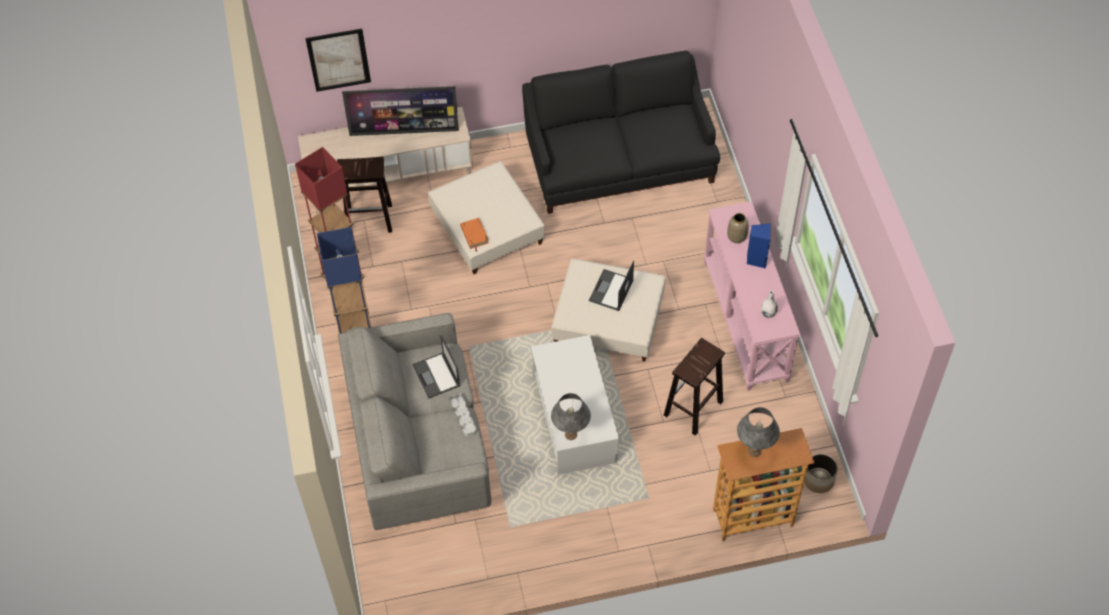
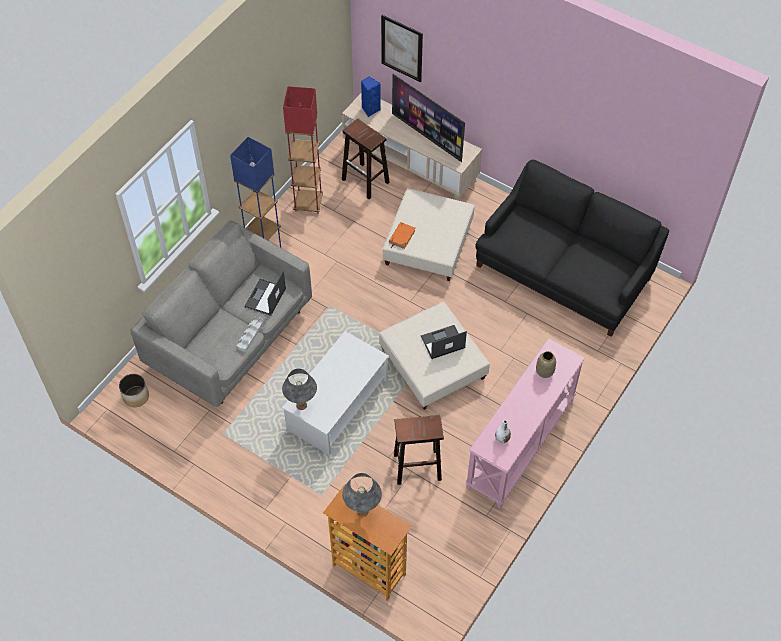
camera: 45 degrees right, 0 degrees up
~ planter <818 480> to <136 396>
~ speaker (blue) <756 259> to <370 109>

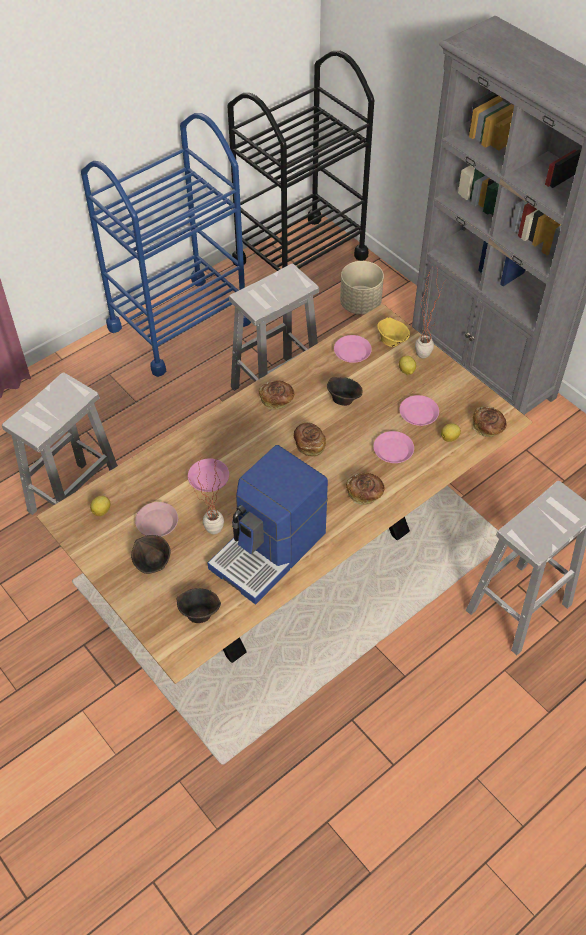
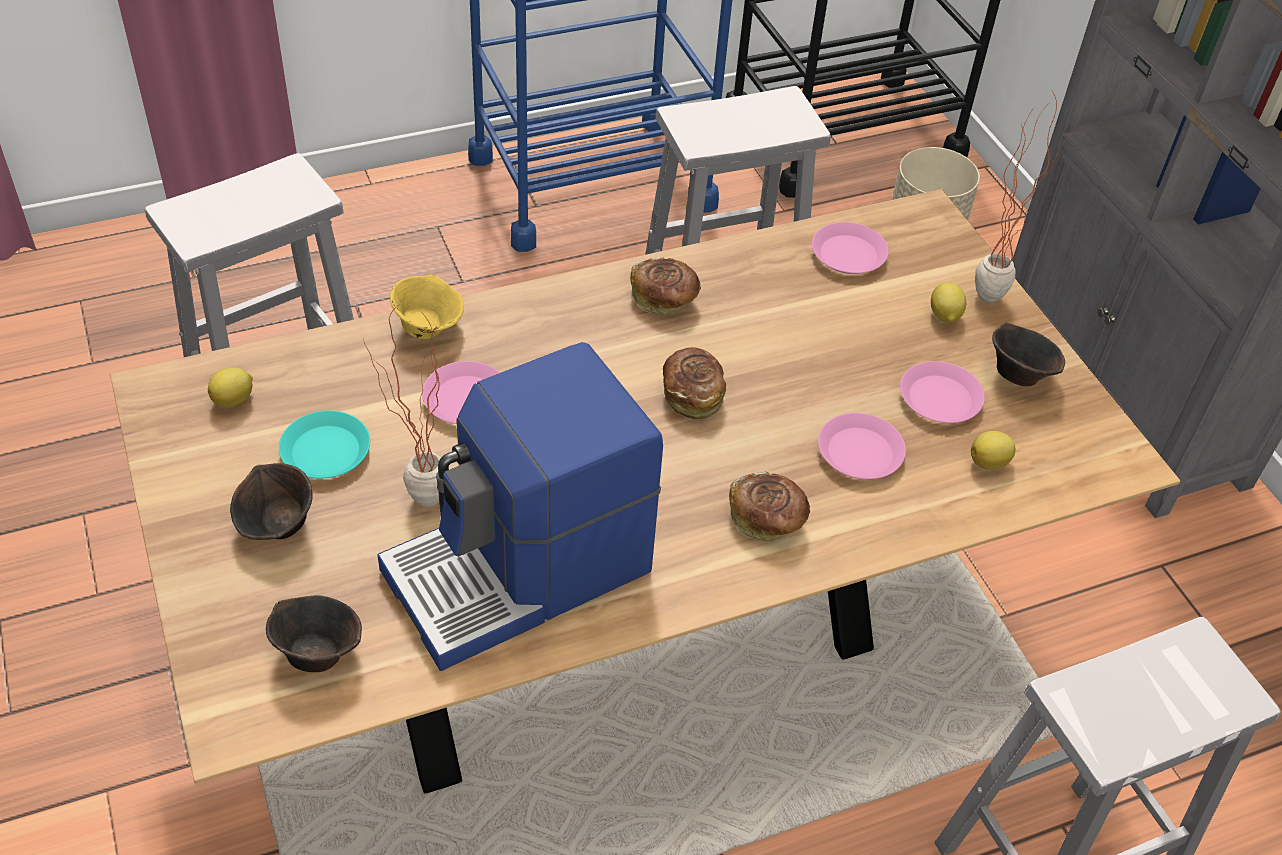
camera: 15 degrees right, 5 degrees down
~ plate (pink) <157 522> to plate (turquoise) <326 452>
~ bowl (yellow) <391 341> to <428 327>
~ bowl (brown) <343 399> to <1018 373>
- bread <488 428>

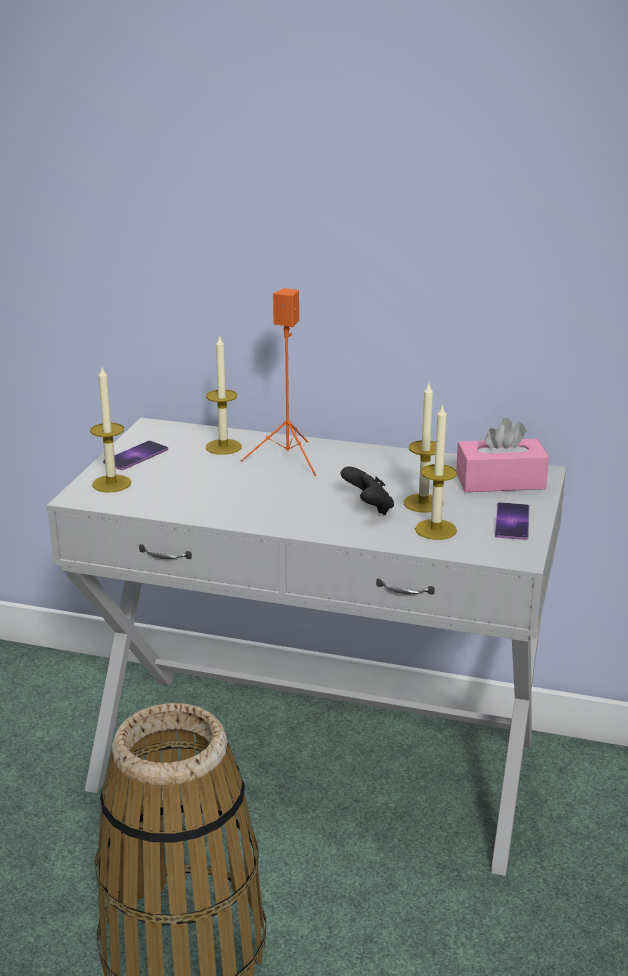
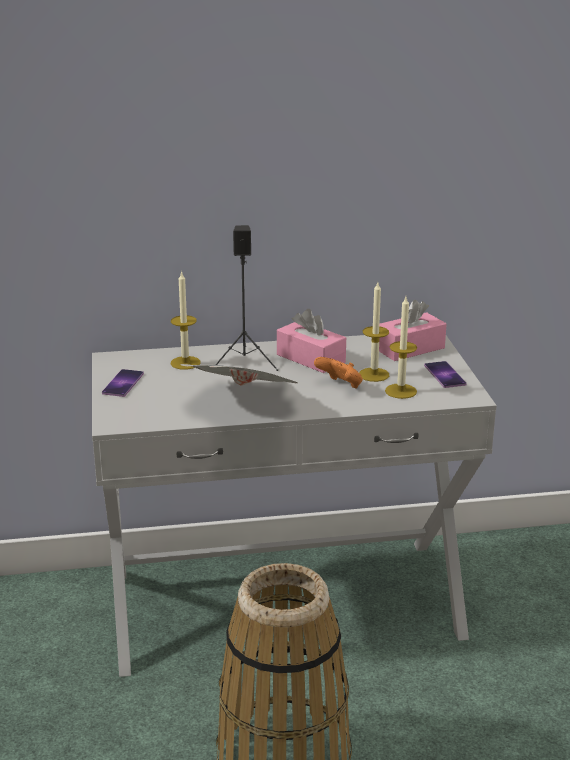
camera: 25 degrees left, 0 degrees up
+ newspaper <244 403>
~ speaker (orange) <288 459> to speaker (black) <245 362>
+ tissue box (pink) <310 358>
~ game controller (black) <368 508> to game controller (orange) <340 386>
- candle <111 483>

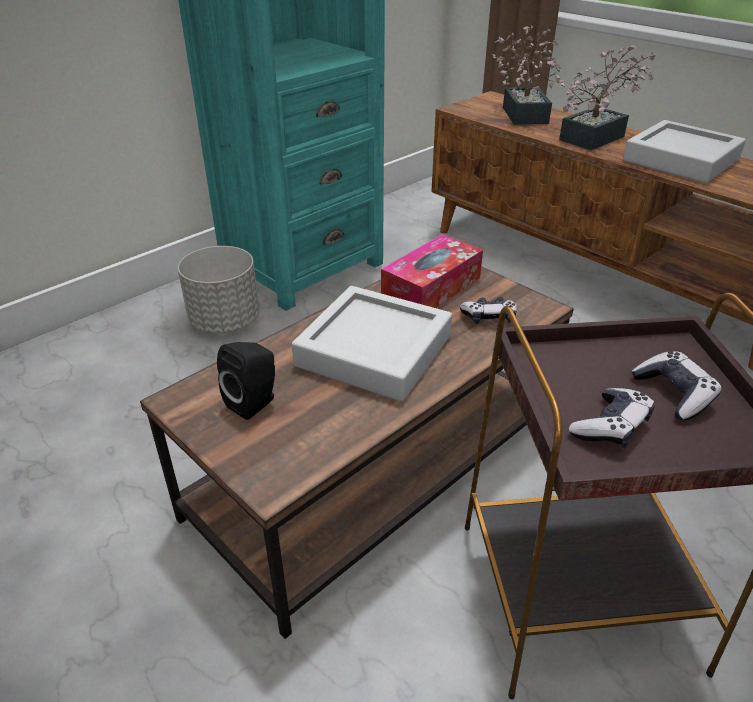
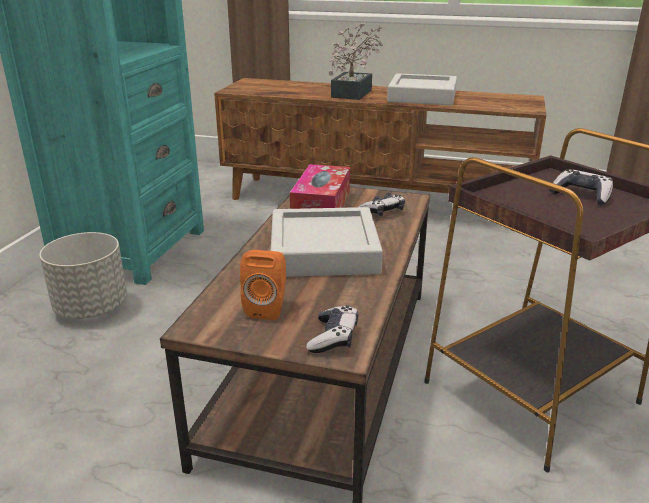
camera: 30 degrees left, 10 degrees down
~ speaker (black) <255 402> to speaker (orange) <267 308>
~ game controller <610 427> to <333 338>
- potted plant <524 113>

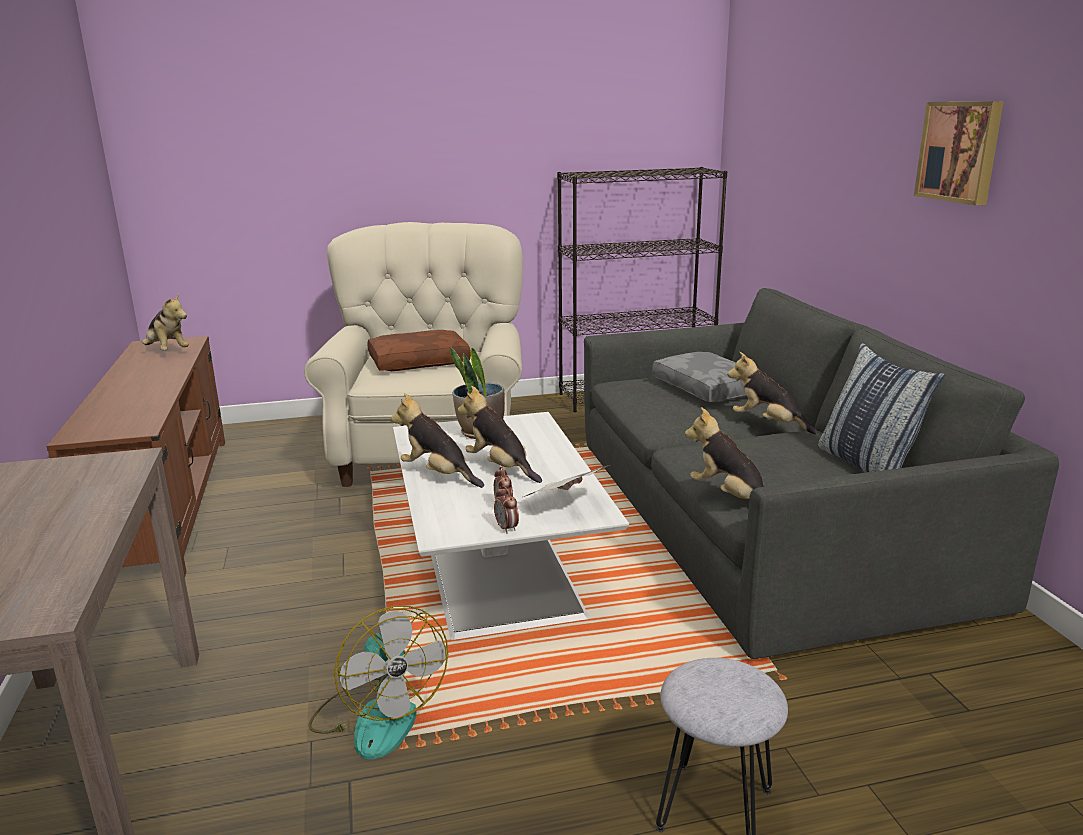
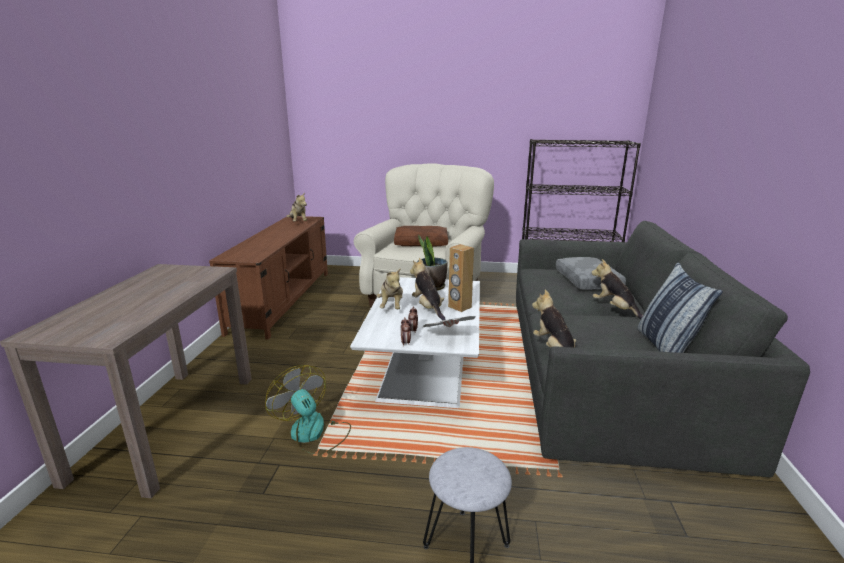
camera: 20 degrees right, 0 degrees up
~ fan <378 716> = <313 434> 150 degrees clockwise
~ plush toy <438 475> = <391 306> 150 degrees counterclockwise
+ speaker (brown) <459 307>
- picture <960 151>

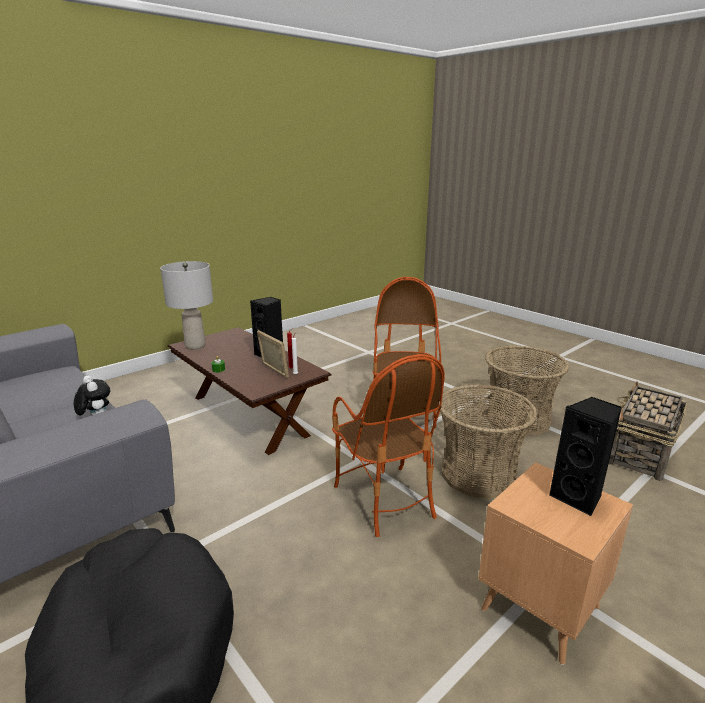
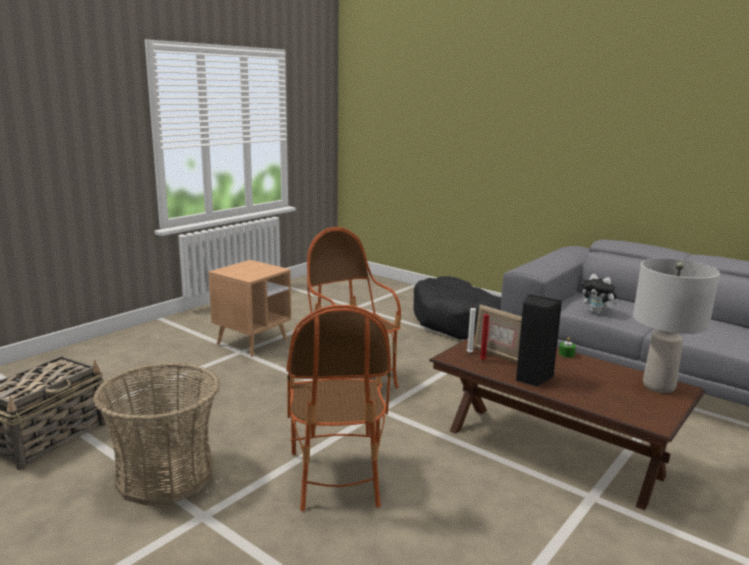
camera: 170 degrees right, 5 degrees down
- basket <478 474>
- speaker (black) <578 498>

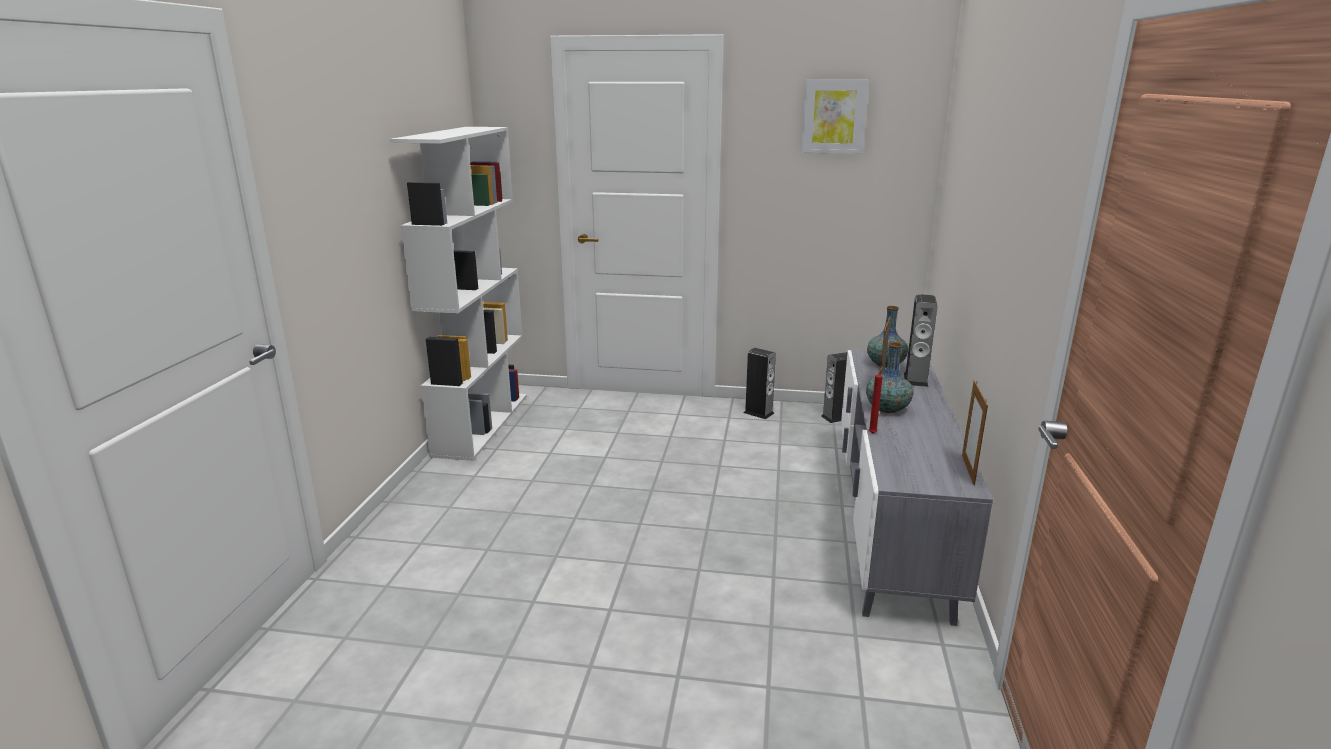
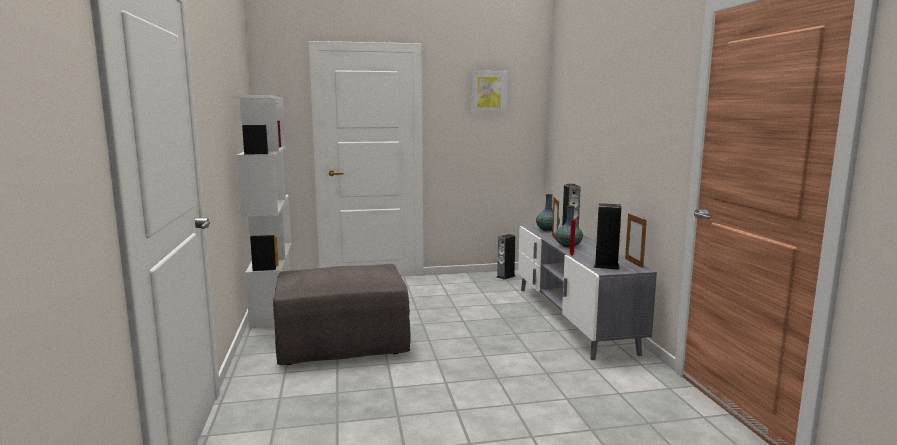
camera: 20 degrees left, 10 degrees down
+ ottoman (grey) <343 341>
~ speaker <758 413> to <606 266>

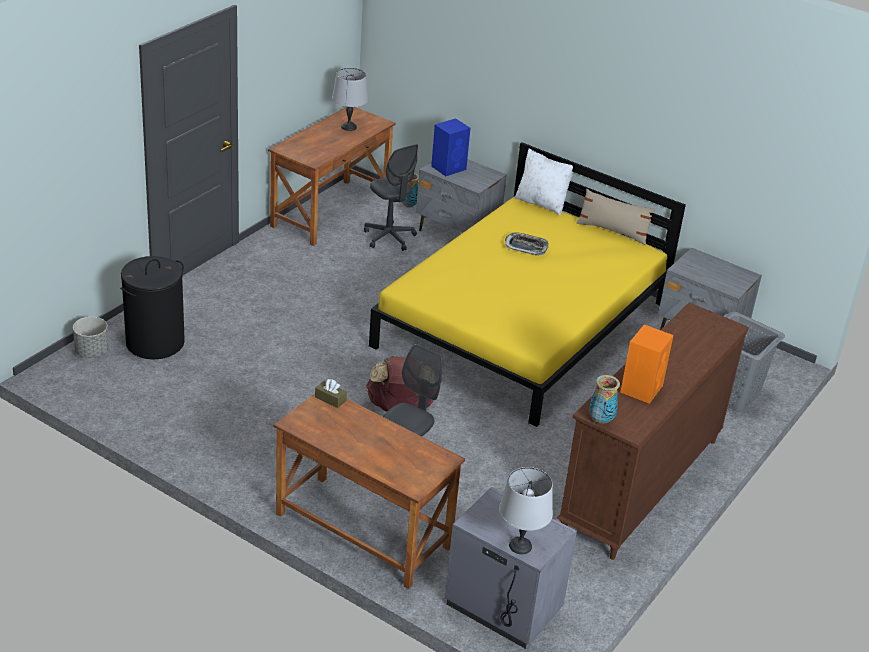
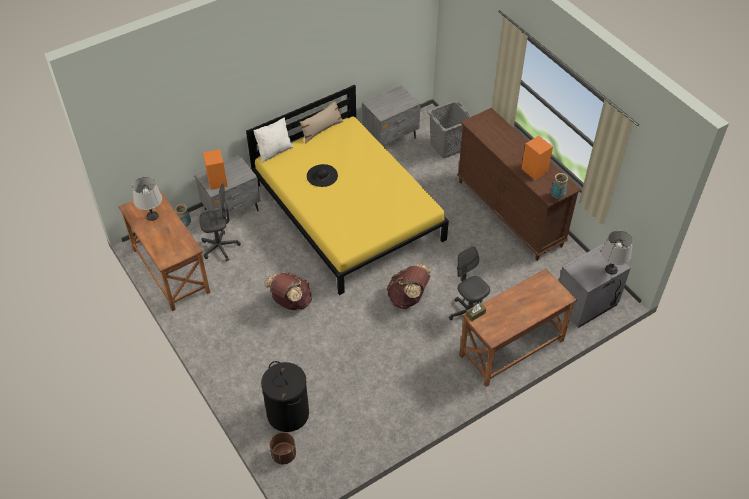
camera: 65 degrees left, 15 degrees up
~ speaker (blue) <449 167> to speaker (orange) <217 181>
+ backpack (brown) <290 302>
~ planter (grey) <92 352> to planter (brown) <284 455>
~ tray <526 247> to hat (black) <322 175>

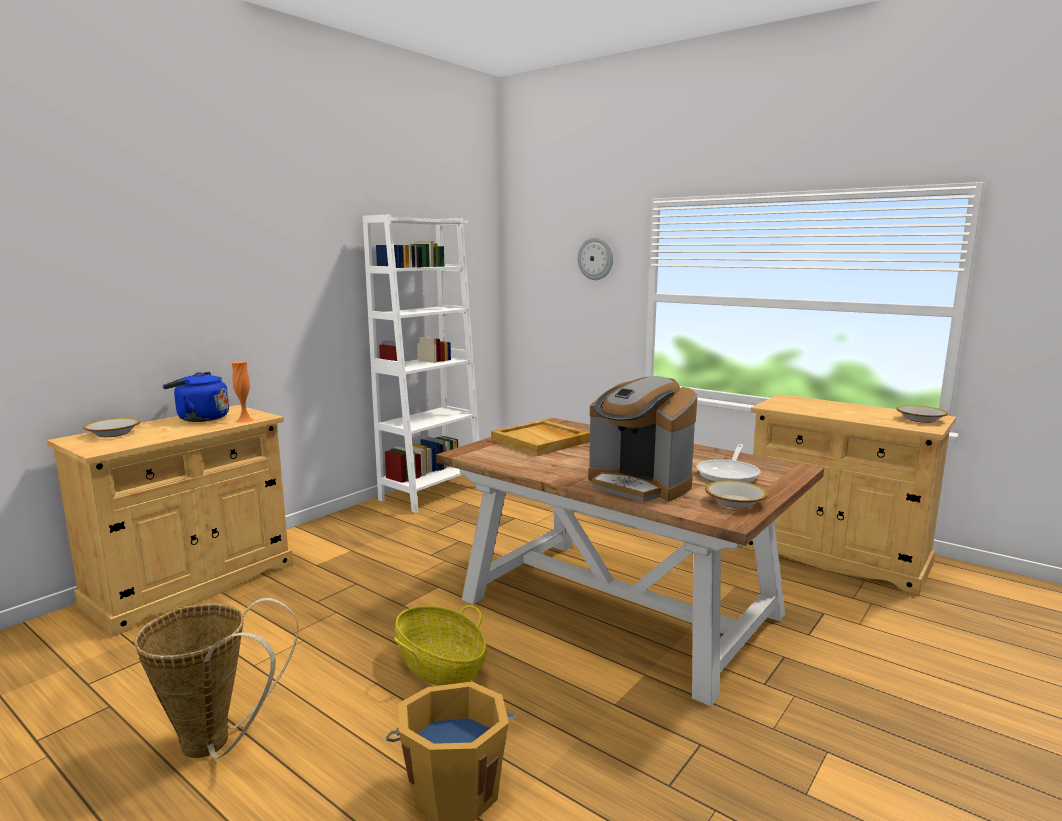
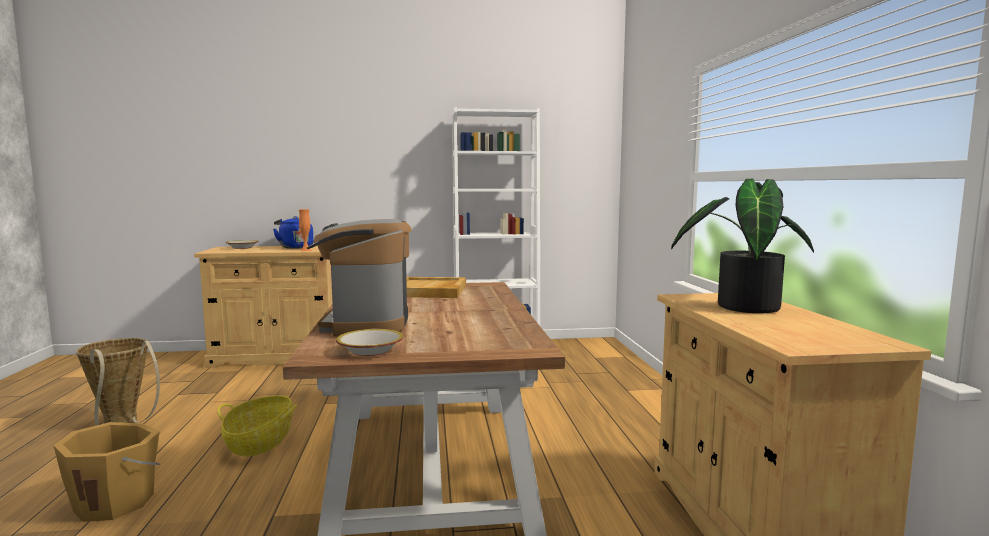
camera: 45 degrees right, 5 degrees down
+ potted plant <741 306>
- wall clock <596 258>
- frying pan <729 474>
- bowl <920 419>

